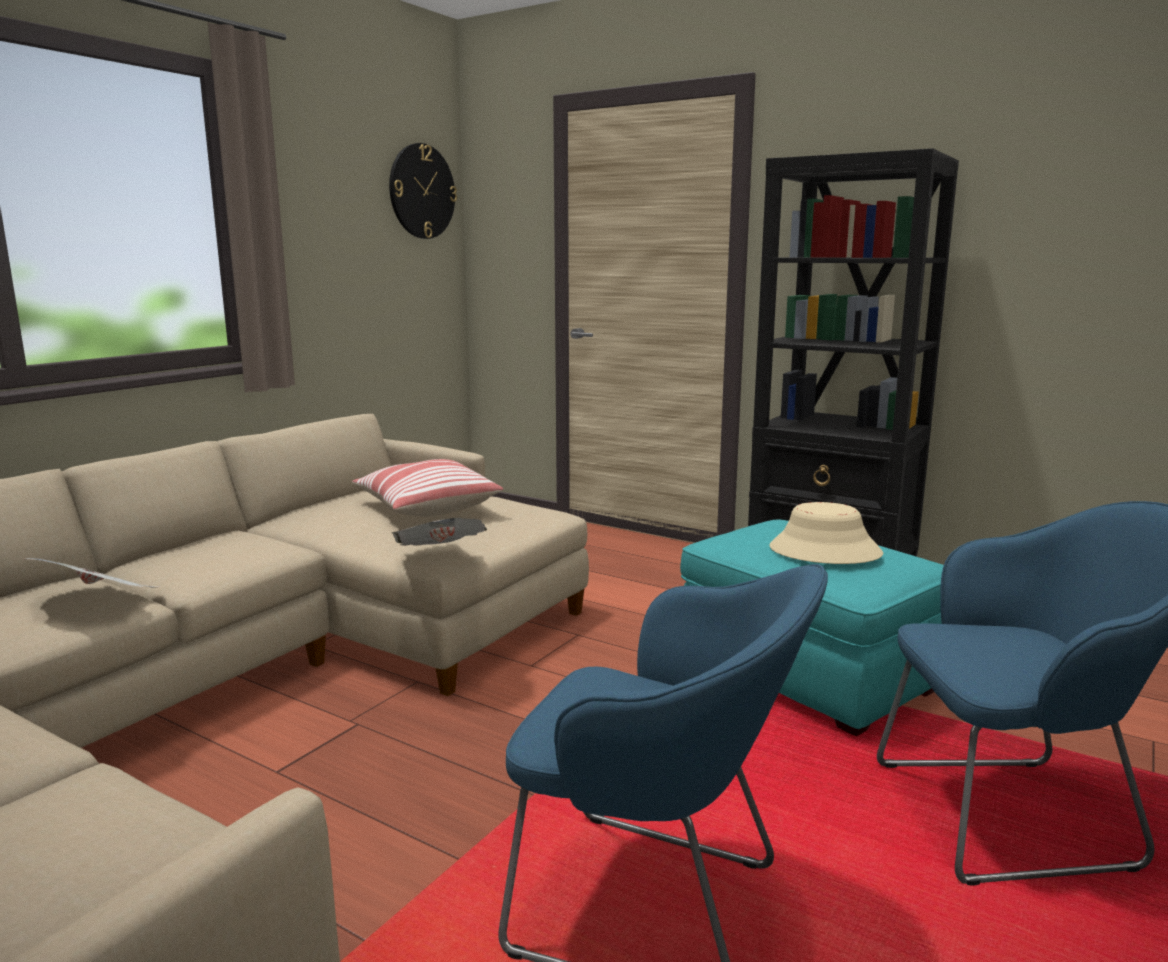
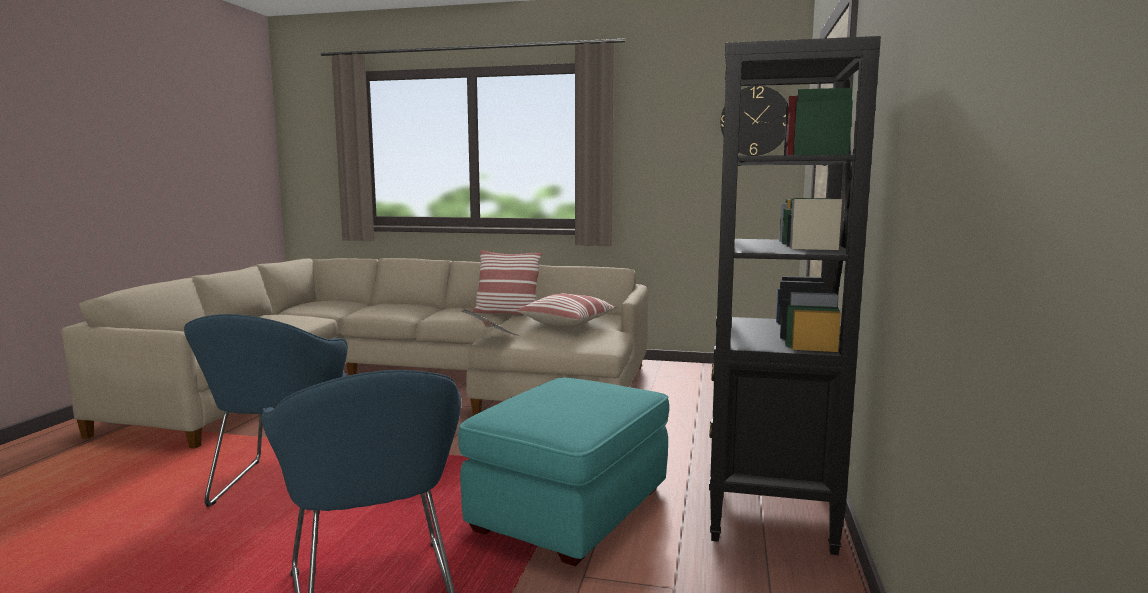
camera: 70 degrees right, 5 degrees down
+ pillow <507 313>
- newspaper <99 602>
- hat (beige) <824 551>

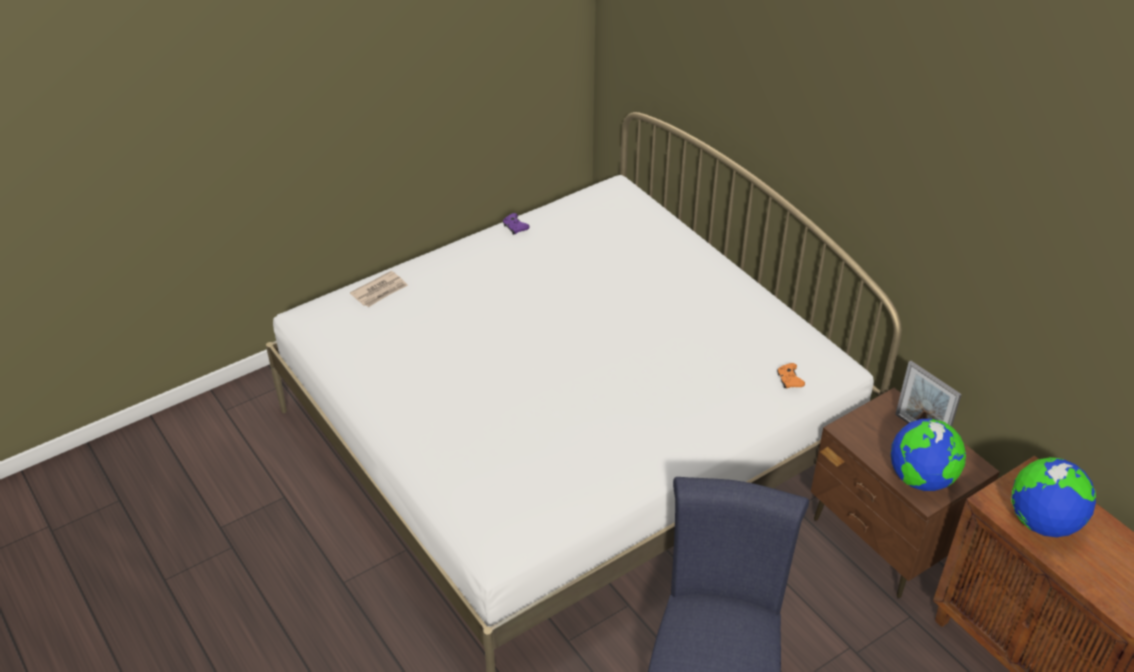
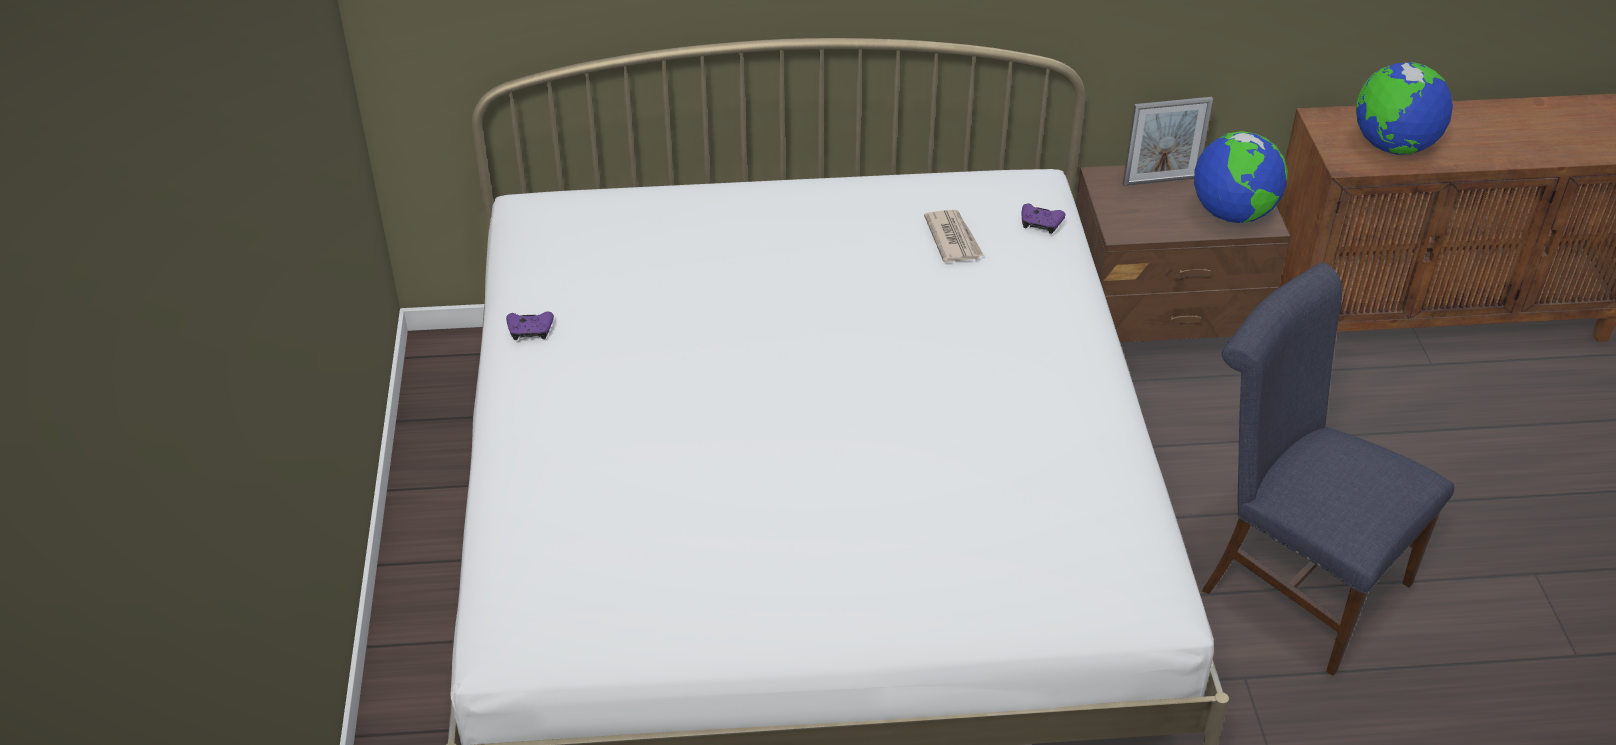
camera: 60 degrees left, 0 degrees up
~ newspaper <380 291> to <953 239>
~ game controller (orange) <789 380> to game controller (purple) <1040 224>

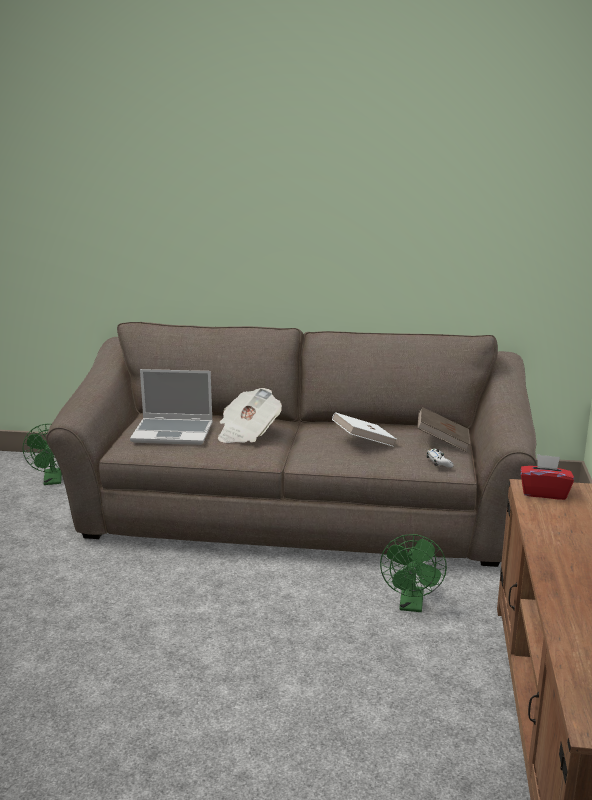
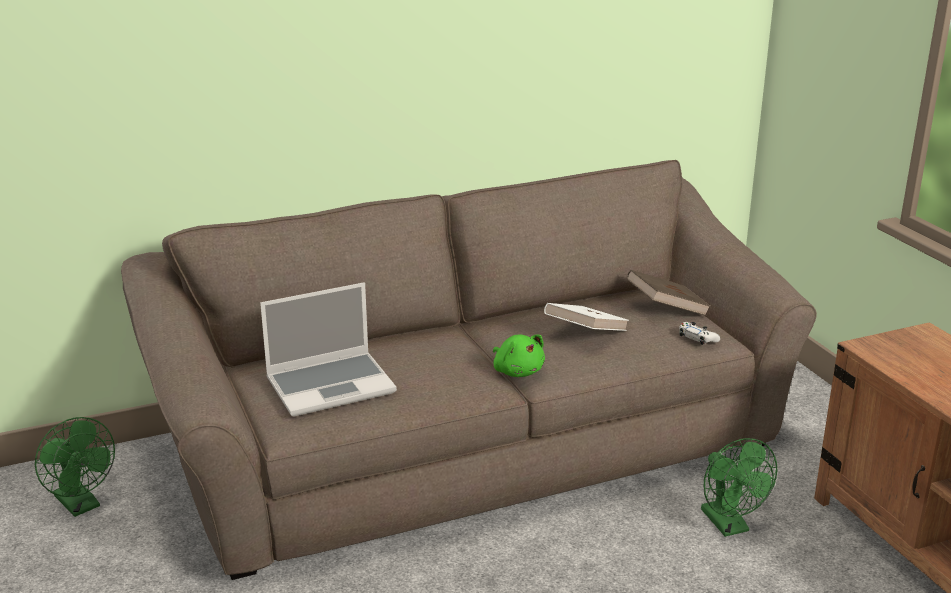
camera: 30 degrees left, 5 degrees up
+ plush toy (green) <517 371>
- newspaper <247 433>
- tissue box (red) <544 492>

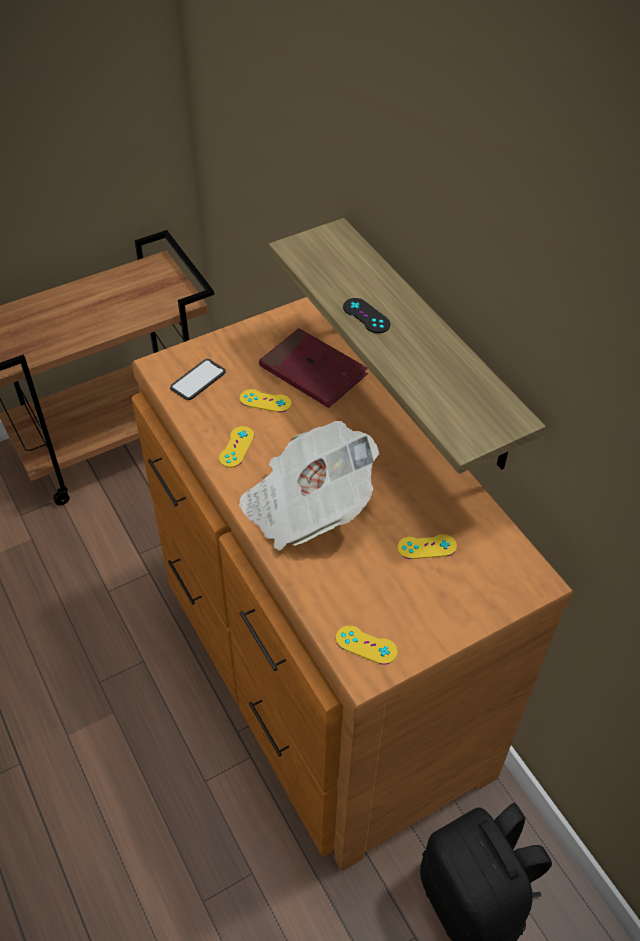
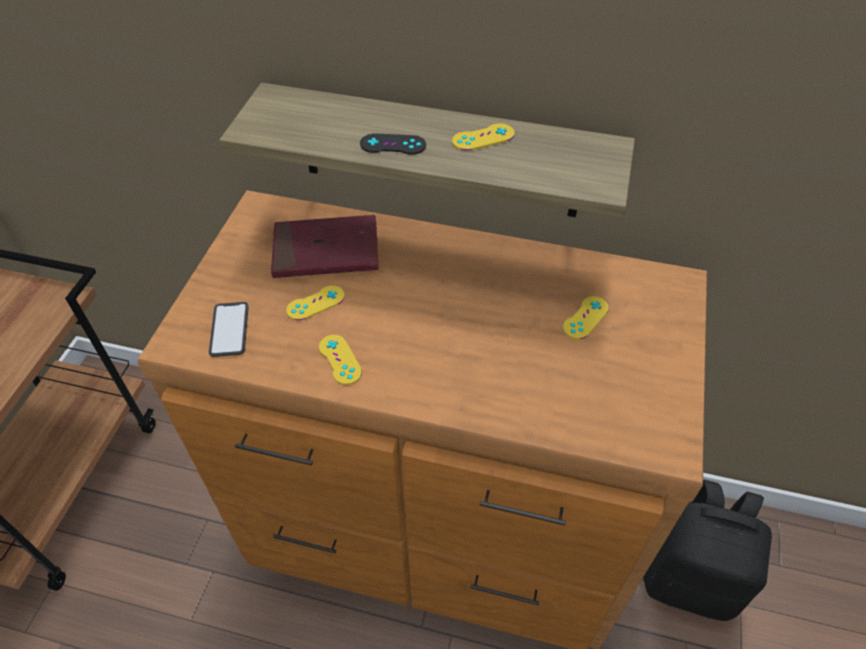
camera: 45 degrees left, 0 degrees up
~ game controller (yellow) <366 645> to <483 137>
- newspaper <306 506>

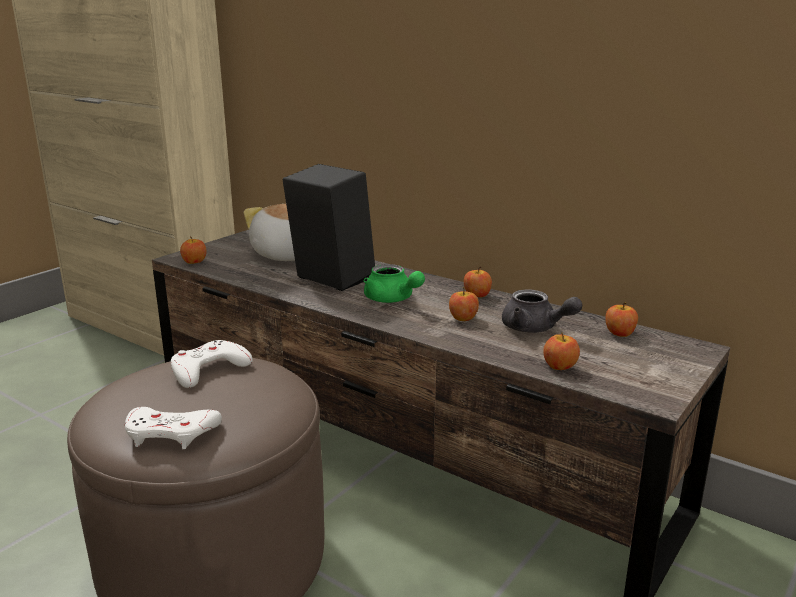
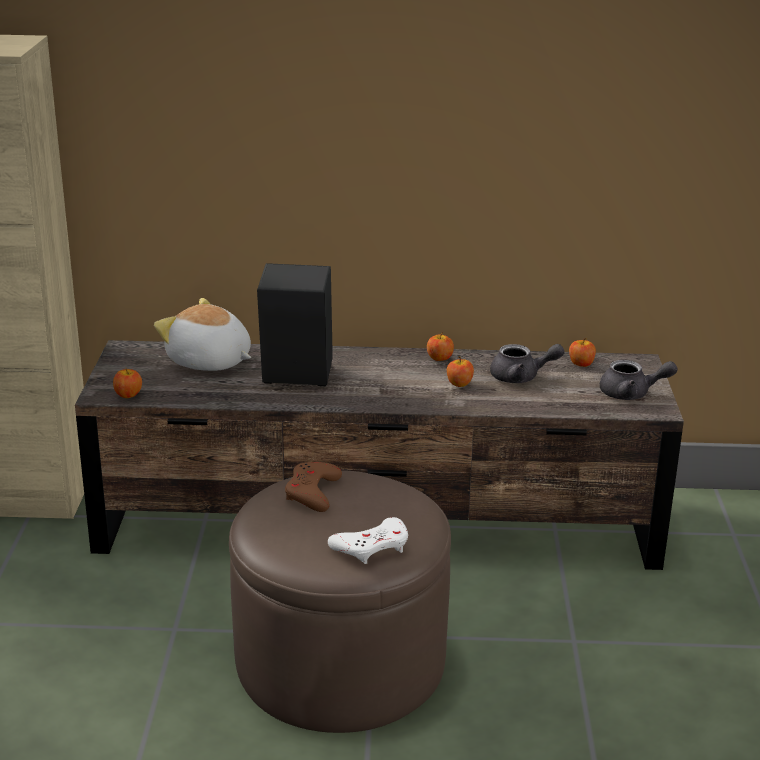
camera: 35 degrees left, 5 degrees up
~ game controller (white) <208 370> to game controller (brown) <312 492>
+ teapot (grey) <631 394>
- teapot (green) <392 299>
- apple <560 366>

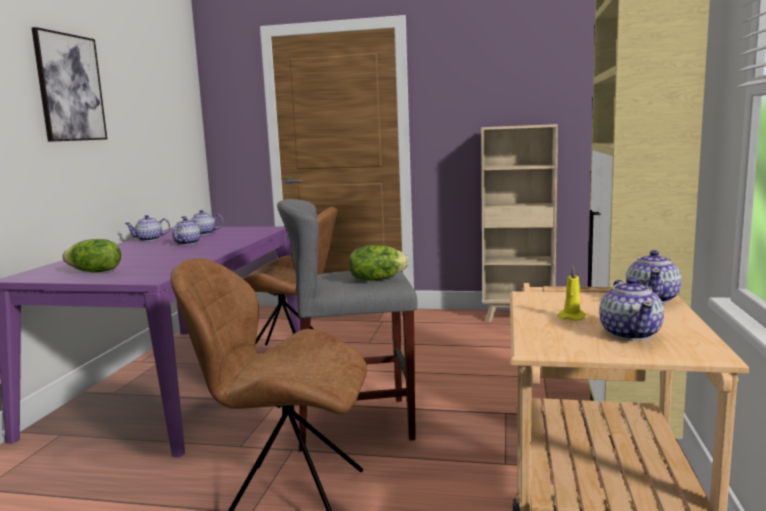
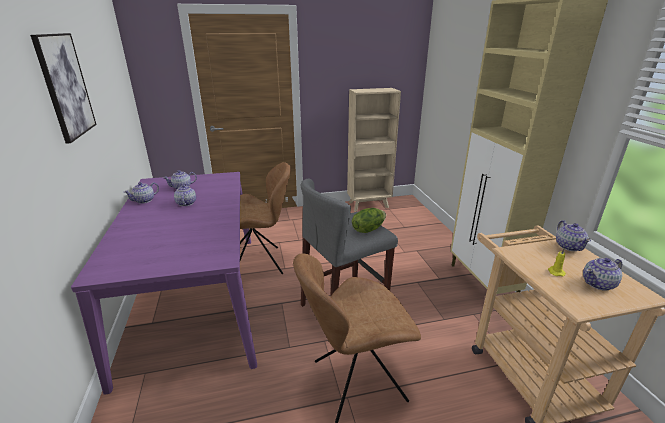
camera: 25 degrees left, 15 degrees up
~ teapot <630 333> = <598 284> 90 degrees clockwise
- lettuce <95 272>

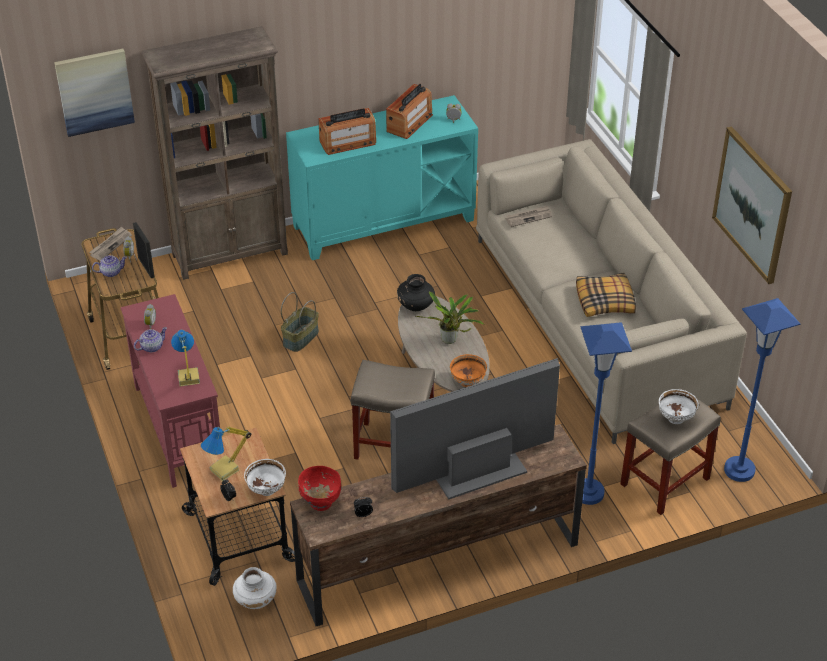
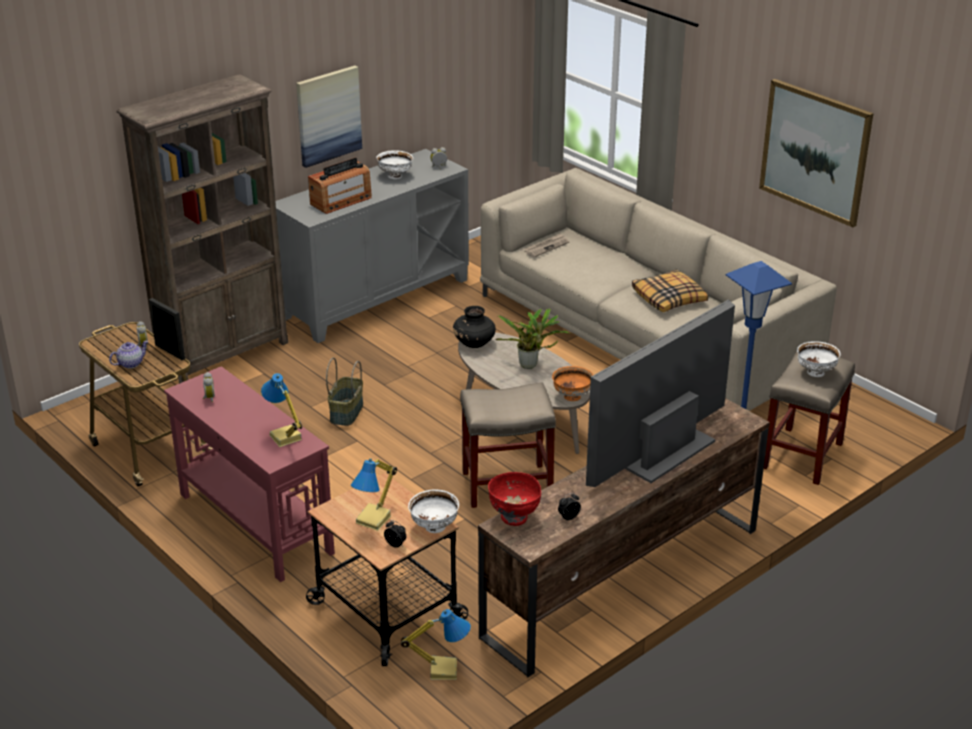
camera: 20 degrees left, 10 degrees down
~ cabinet (turquoise) <383 222> to cabinet (grey) <375 298>
~ picture <94 91> to <328 115>
~ radio <409 123> to bowl (white) <395 176>
~ vase (white) <255 600> to table lamp <443 669>
- newspaper <110 245>
- teapot <151 347>
- floor lamp (blue) <739 470>

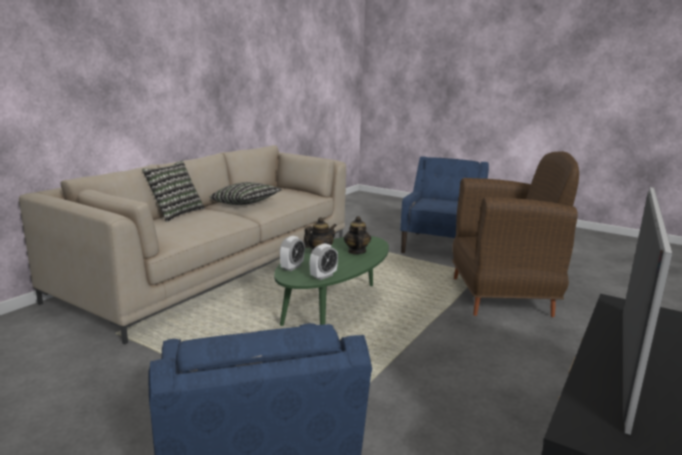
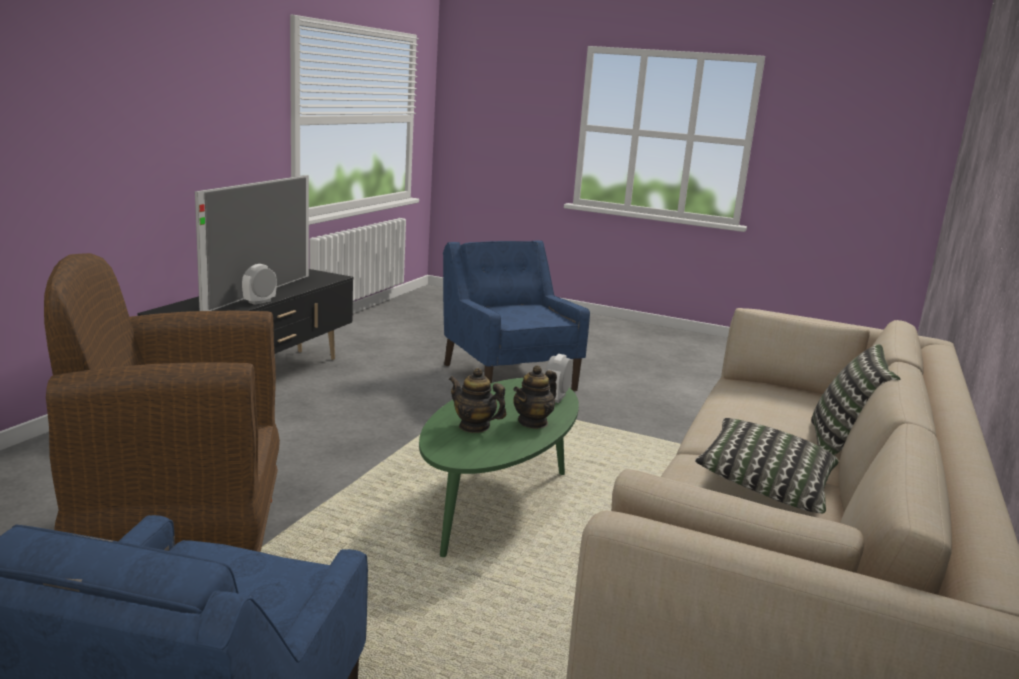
camera: 170 degrees right, 0 degrees up
~ alarm clock <323 276> to <259 302>
~ teapot <356 251> = <474 427> 135 degrees clockwise

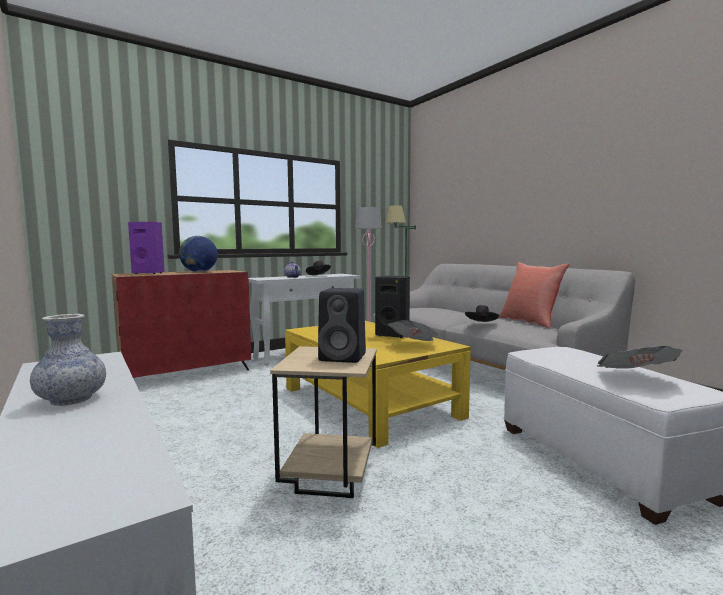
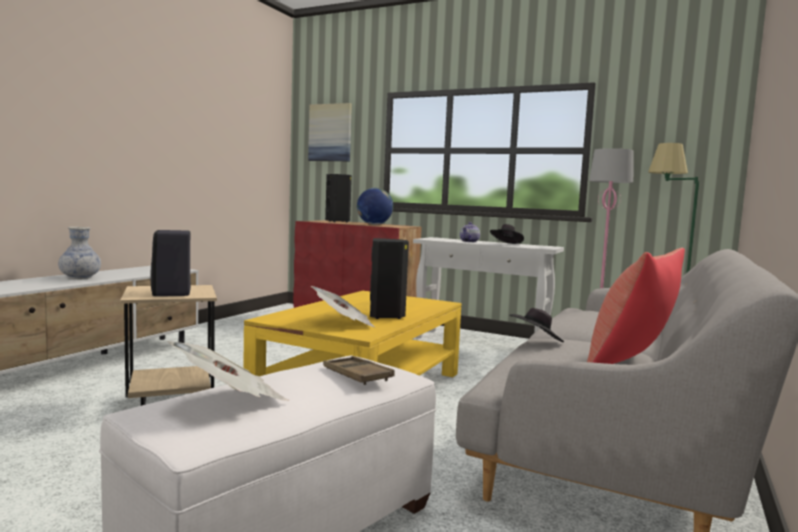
camera: 60 degrees right, 0 degrees up
+ picture <330 133>
+ tray (brown) <357 375>
~ speaker (purple) <149 273> to speaker (black) <338 221>

